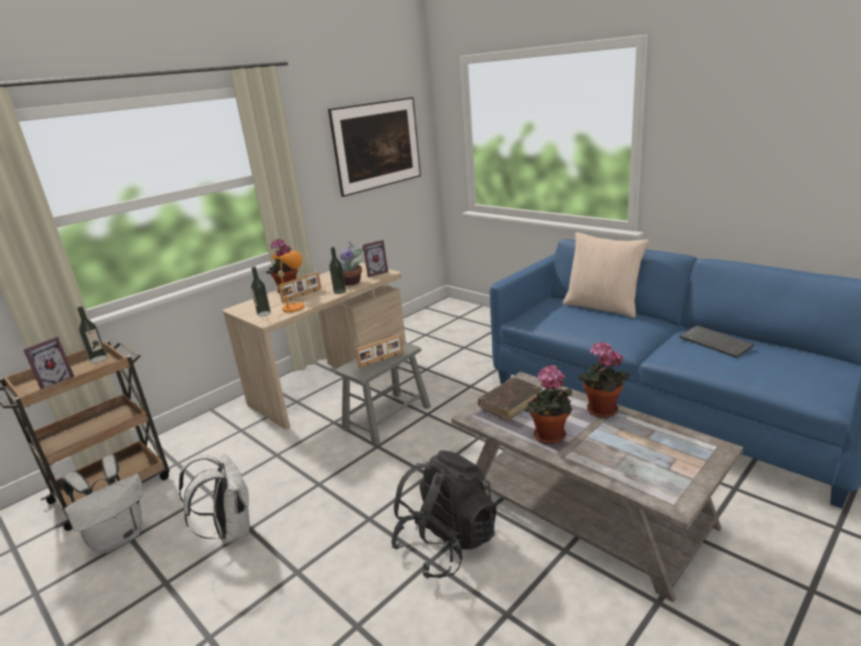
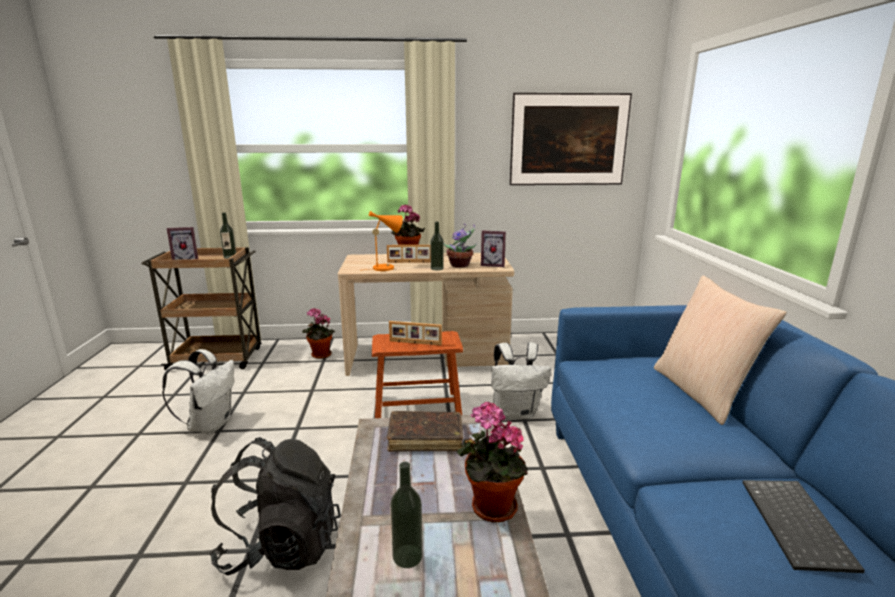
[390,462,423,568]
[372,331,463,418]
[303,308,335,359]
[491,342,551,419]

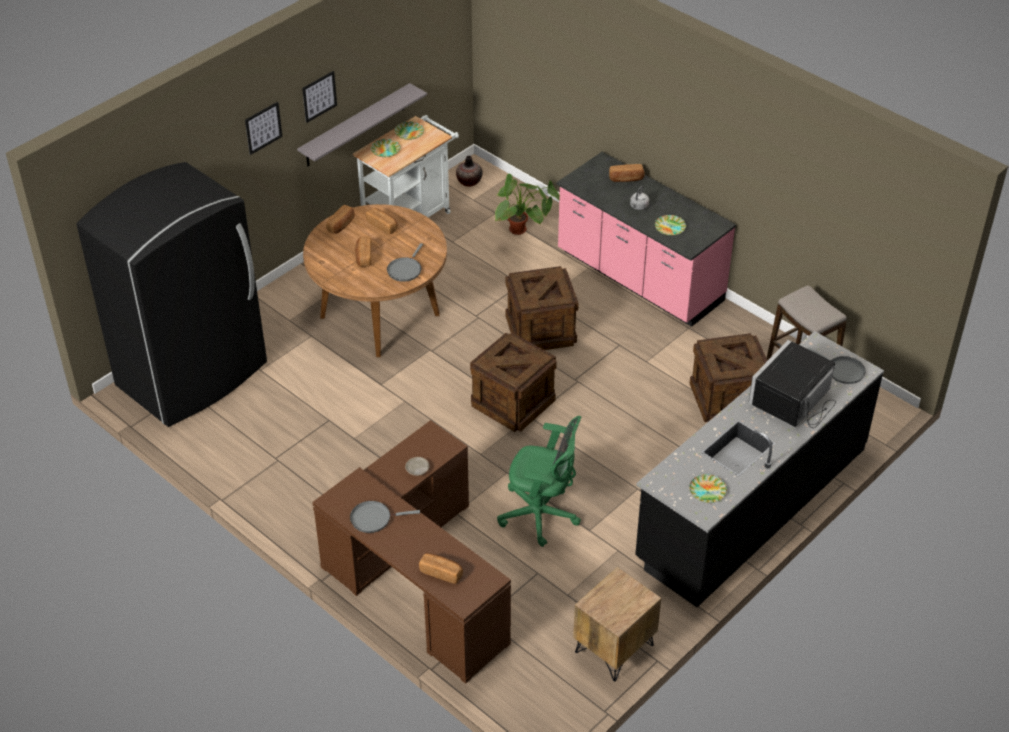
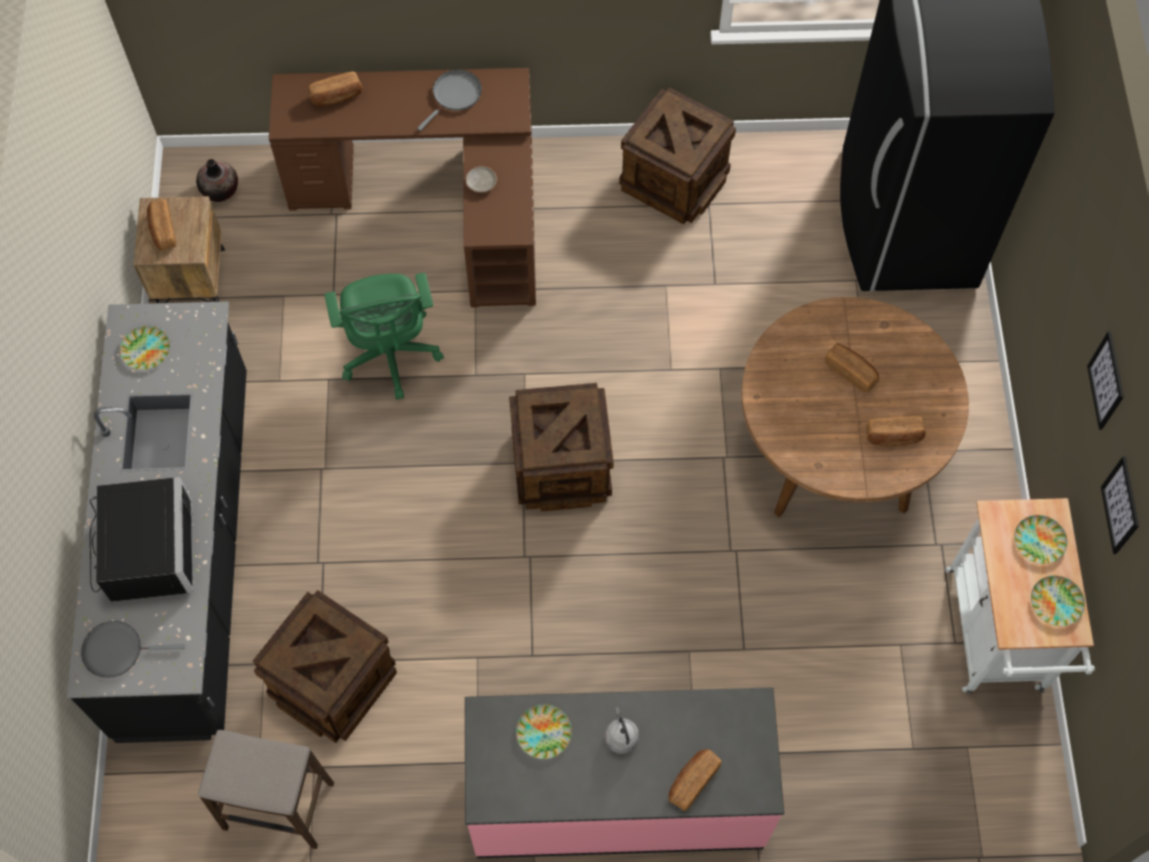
[297,83,427,166] (first image)
[1101,457,1139,554]
[196,159,238,202]
[495,173,560,235] (first image)
[147,199,177,251]
[387,243,423,282] (first image)
[619,88,736,224]
[325,273,444,400]

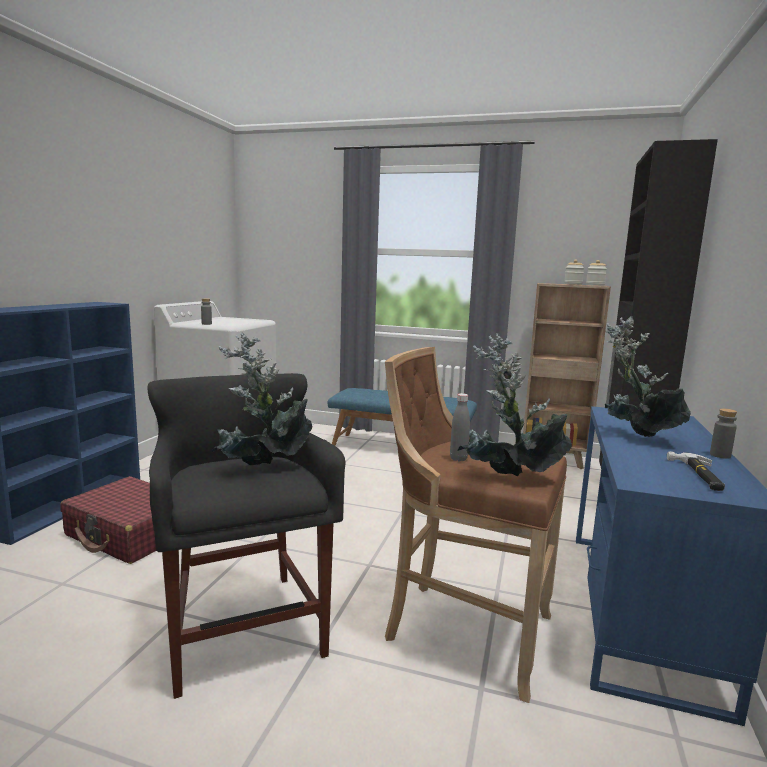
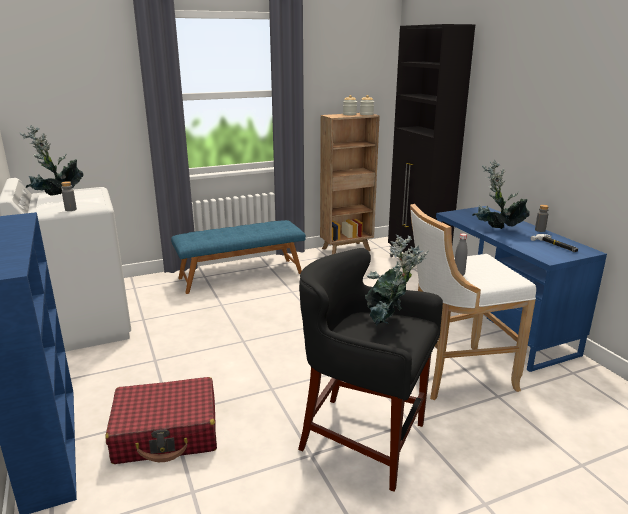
[20,125,83,195]
[410,204,536,401]

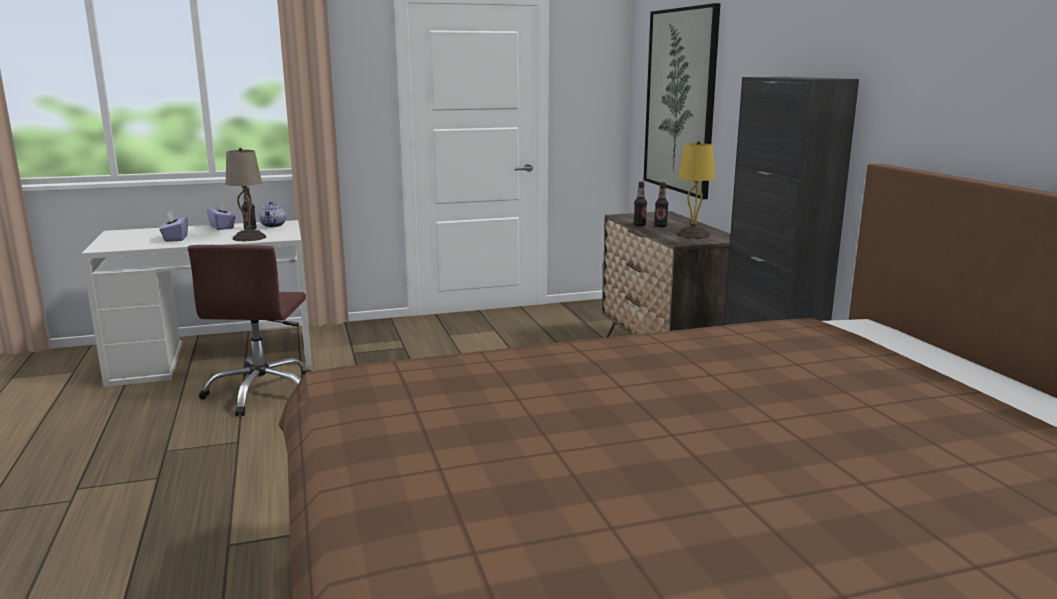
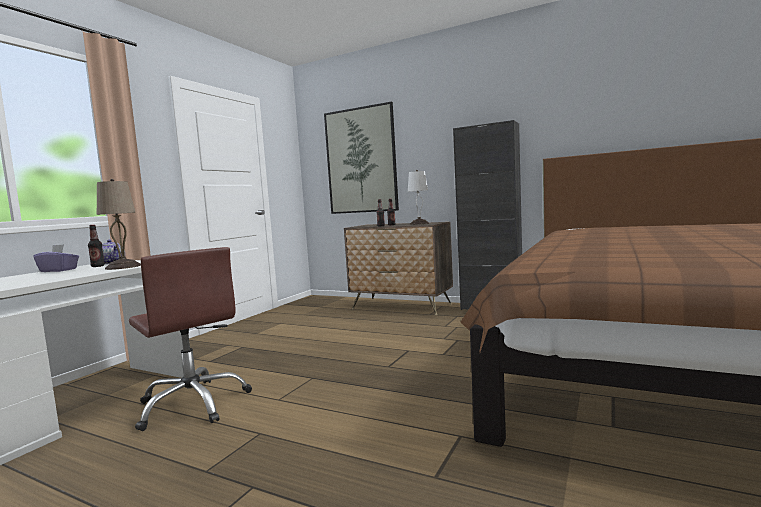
[408,170,429,225]
[160,211,188,242] (first image)

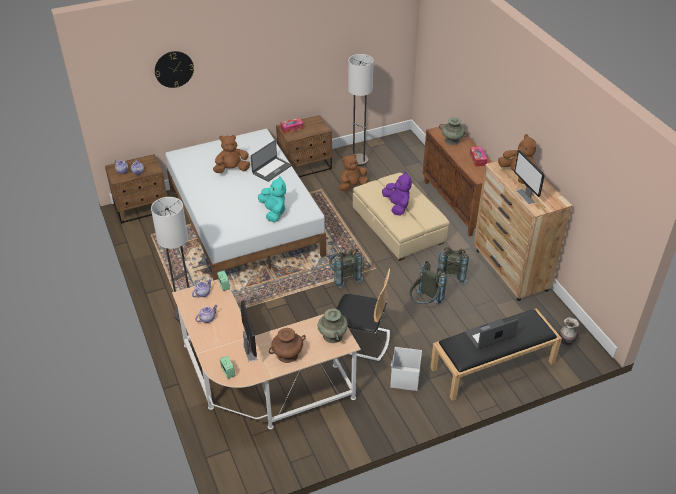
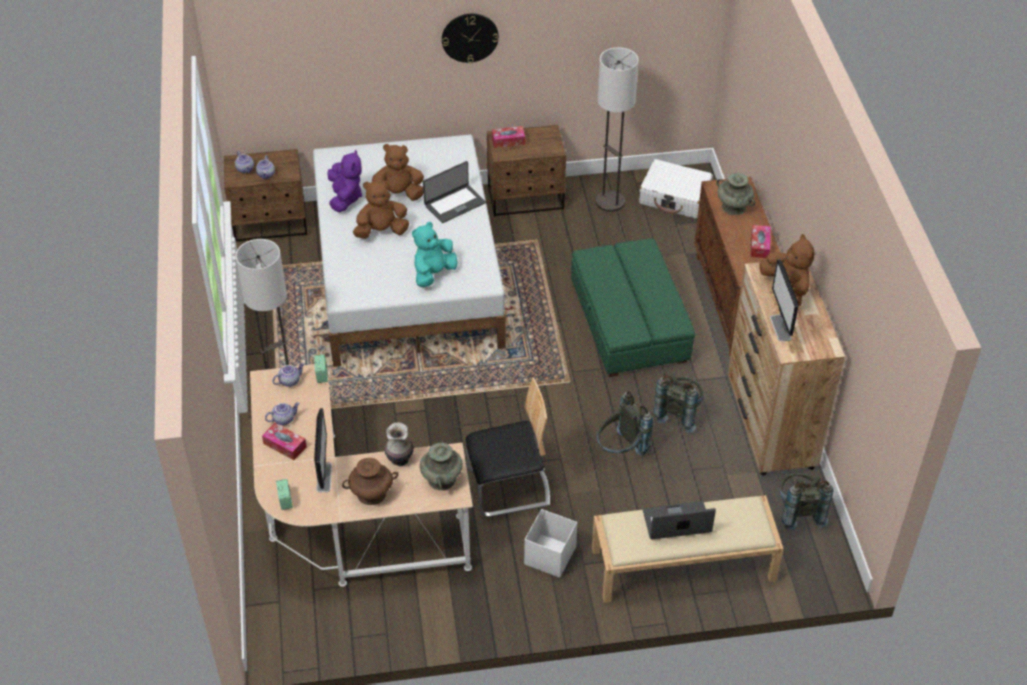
[442,14,499,63]
[353,180,409,239]
[327,149,362,212]
[571,239,695,377]
[412,222,458,287]
[779,473,833,531]
[465,377,550,517]
[592,495,783,603]
[385,422,414,467]
[639,159,713,219]
[262,423,307,460]

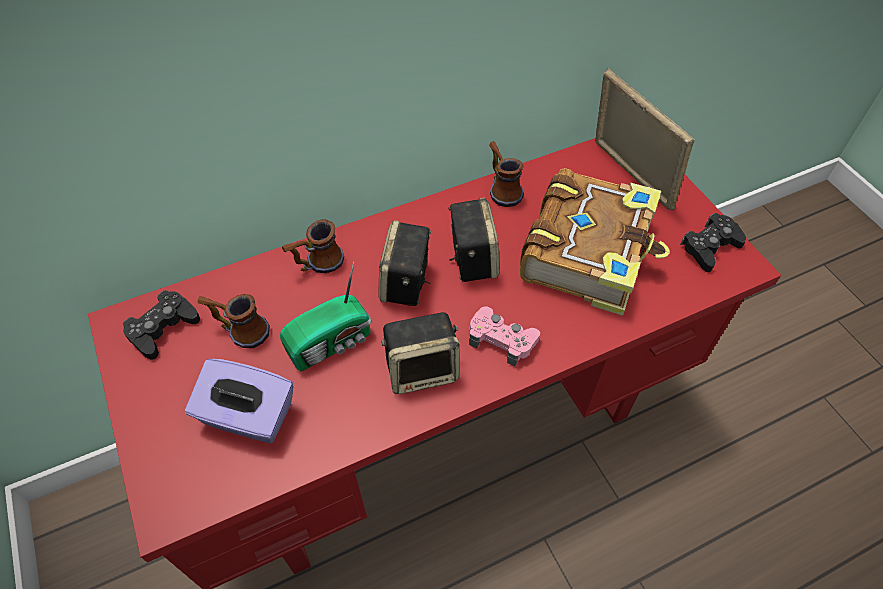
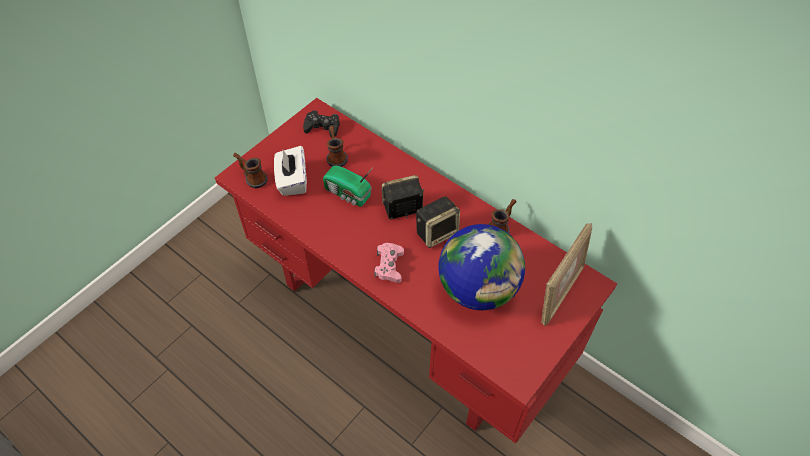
[439,224,525,310]
[680,213,746,272] (first image)
[233,153,268,188]
[381,312,460,394] (first image)
[274,146,307,196]

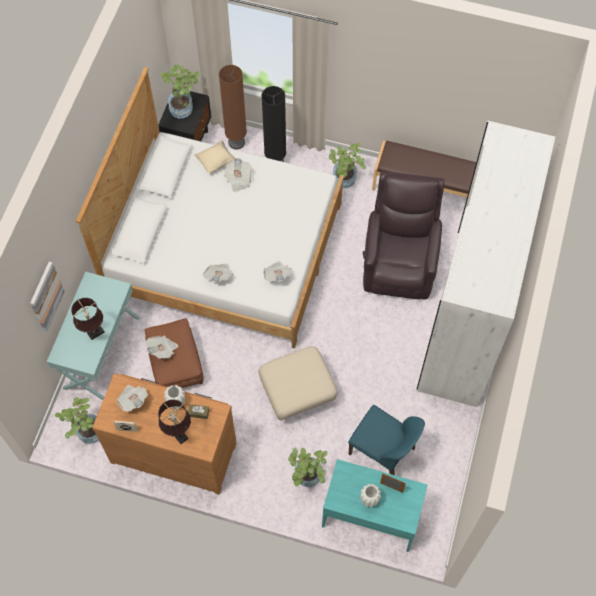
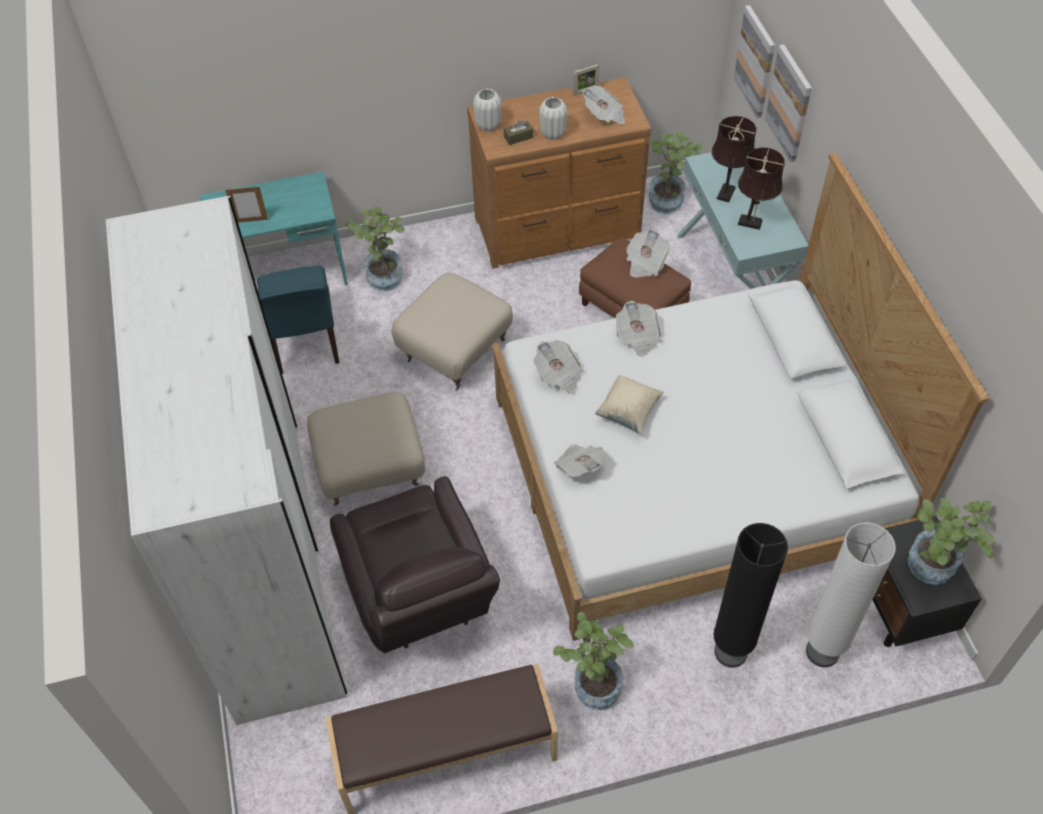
[806,523,896,667]
[595,375,664,435]
[554,444,608,477]
[738,147,785,230]
[257,266,339,374]
[473,89,501,132]
[734,5,775,118]
[307,392,425,506]

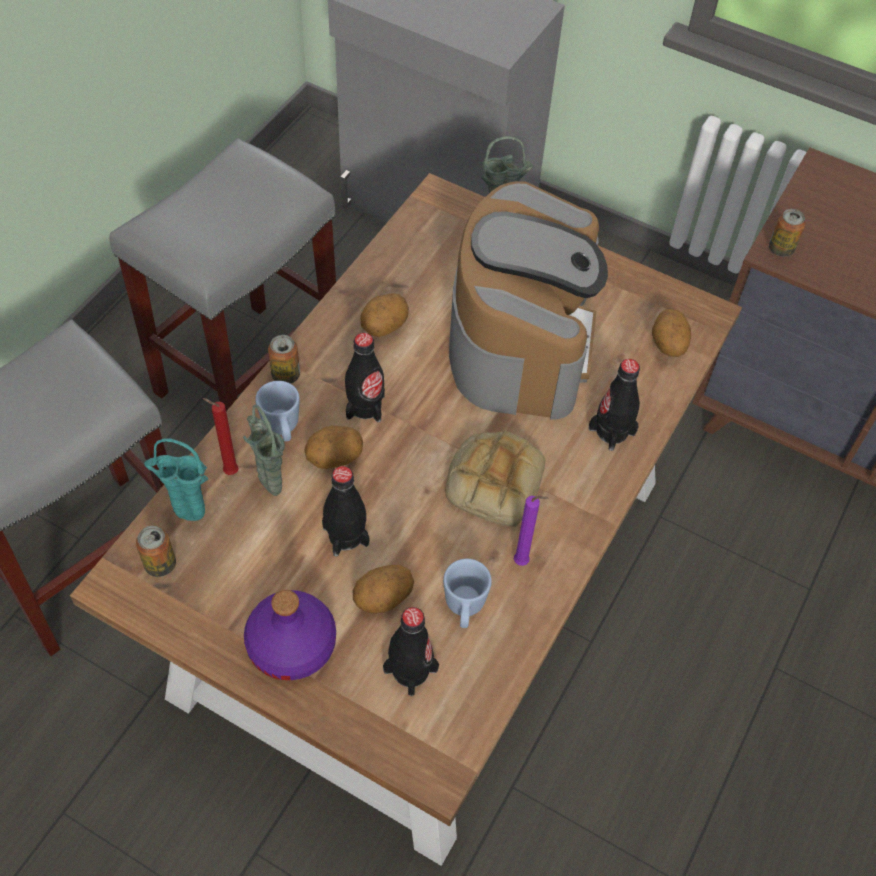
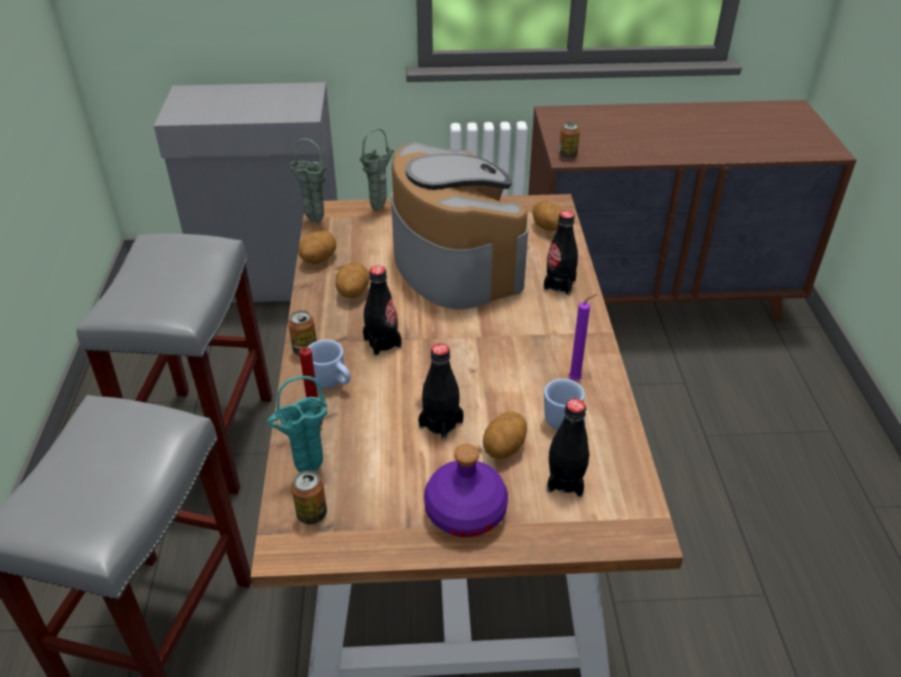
[289,138,327,222]
[298,231,336,264]
[445,431,545,526] (first image)

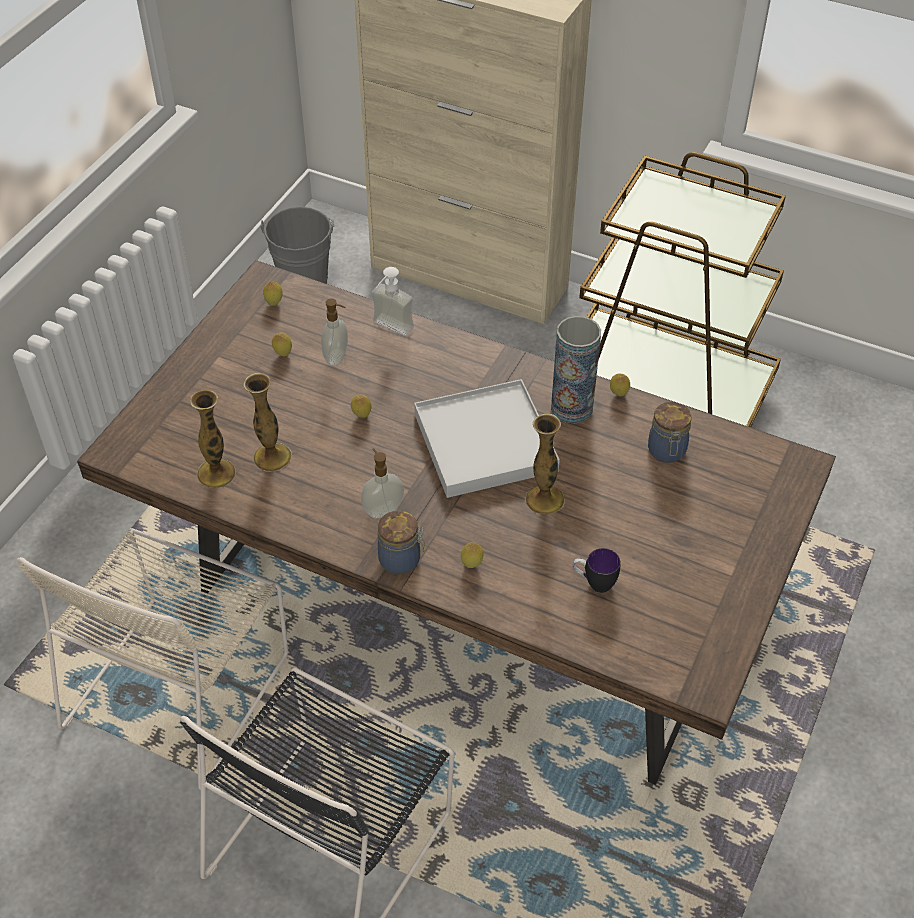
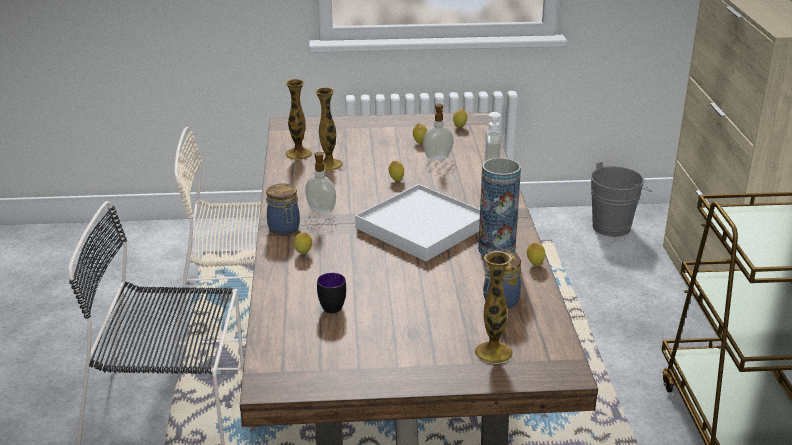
[474,251,513,364]

